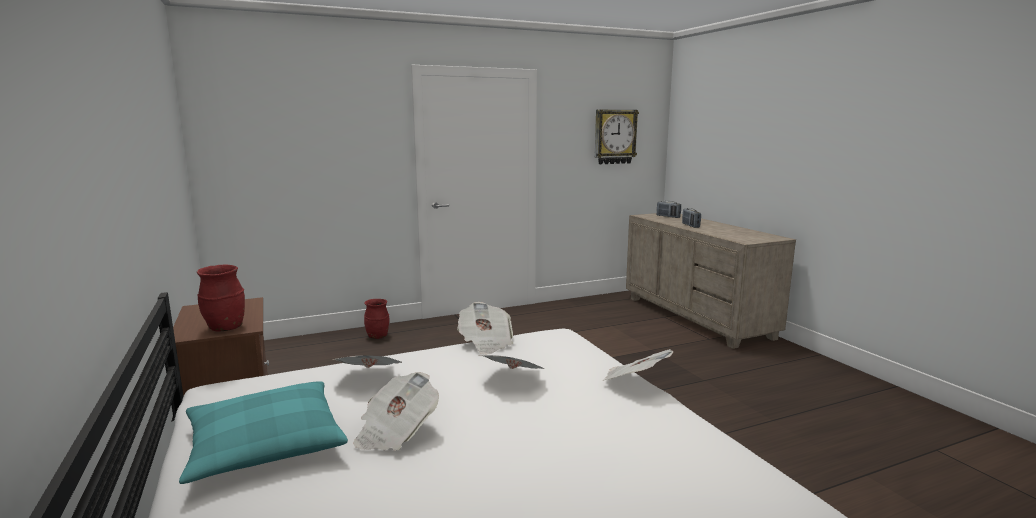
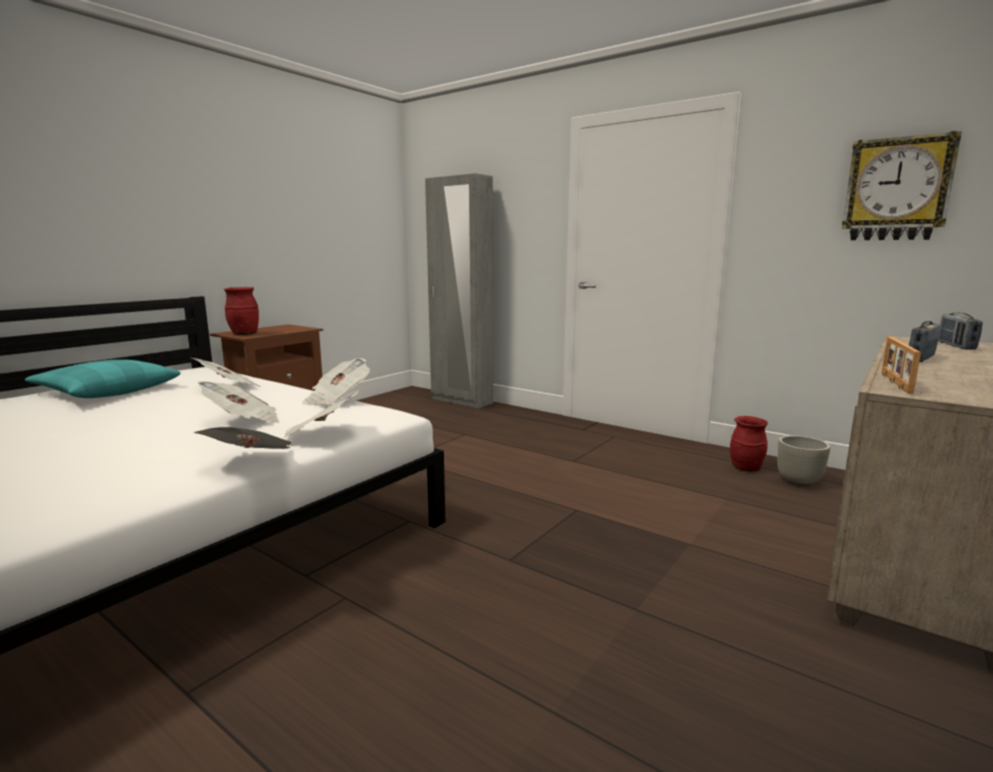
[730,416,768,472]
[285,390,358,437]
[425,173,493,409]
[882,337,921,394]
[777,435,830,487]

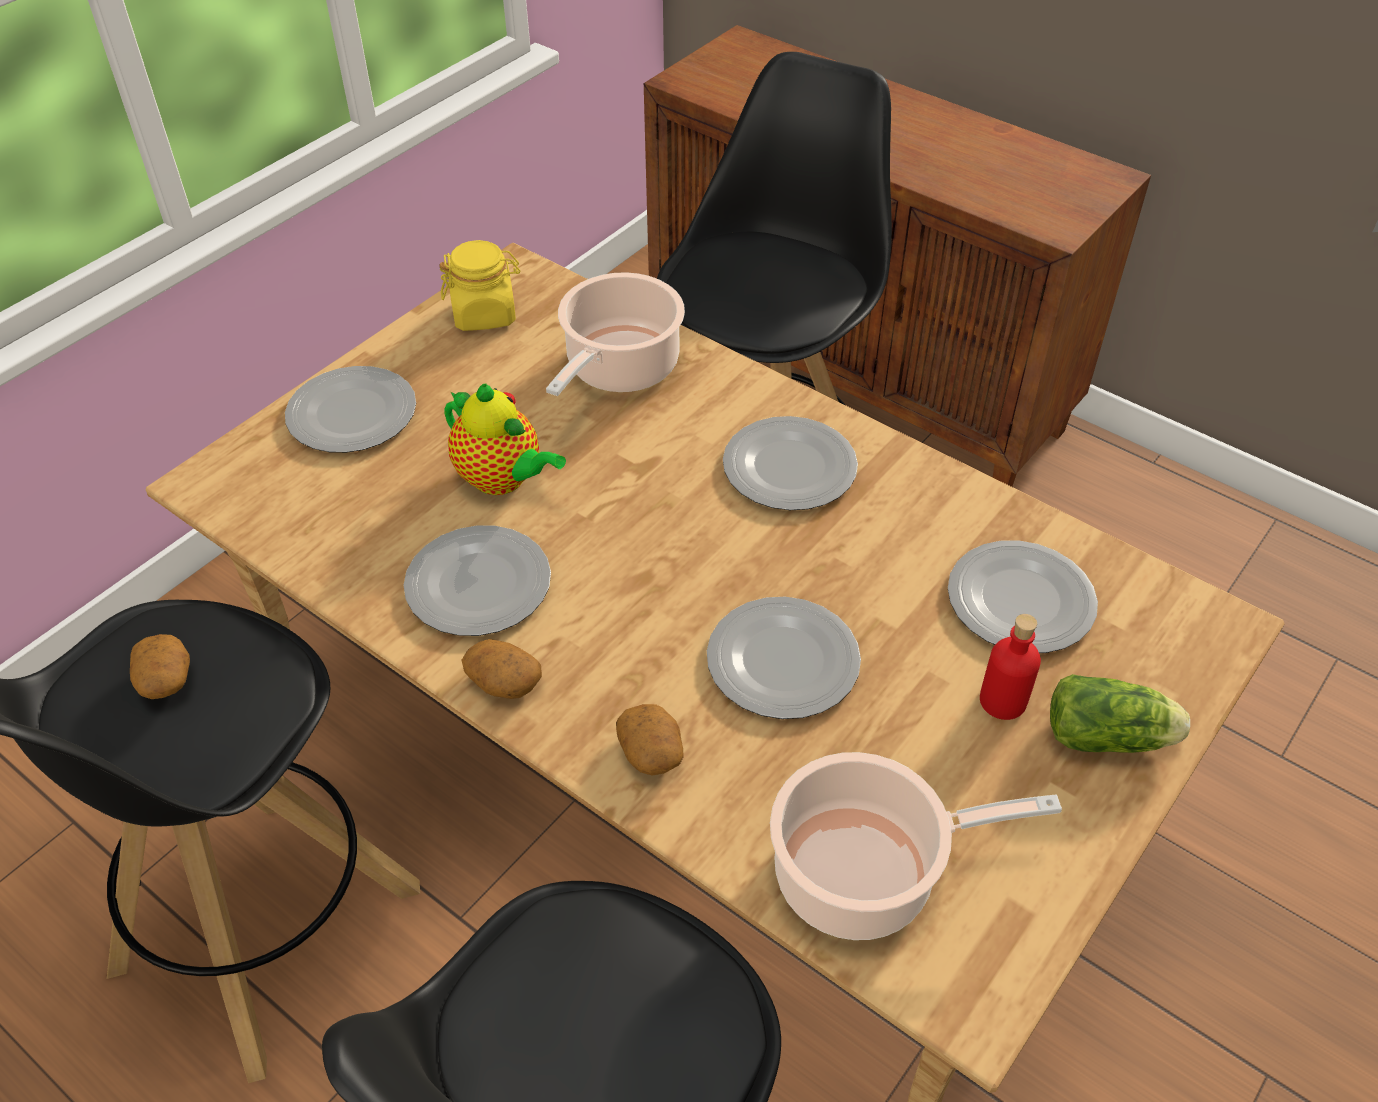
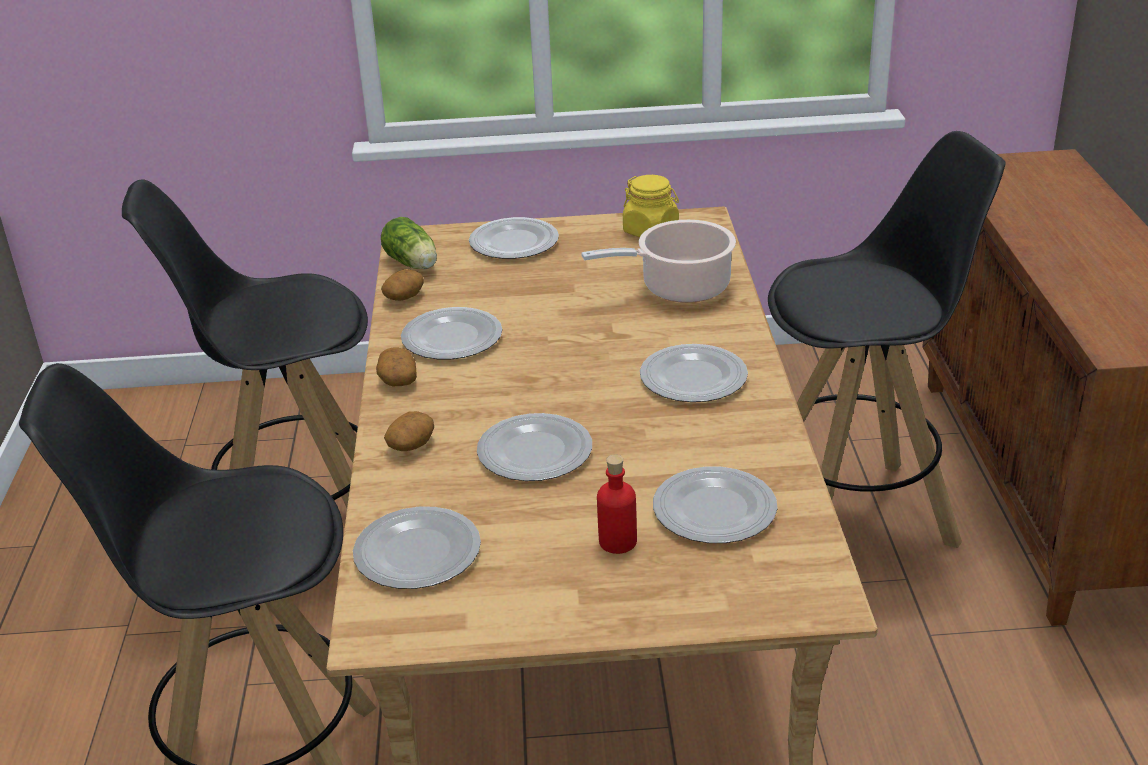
[444,383,566,495] (first image)
[381,269,424,301]
[381,217,437,269]
[353,507,481,589]

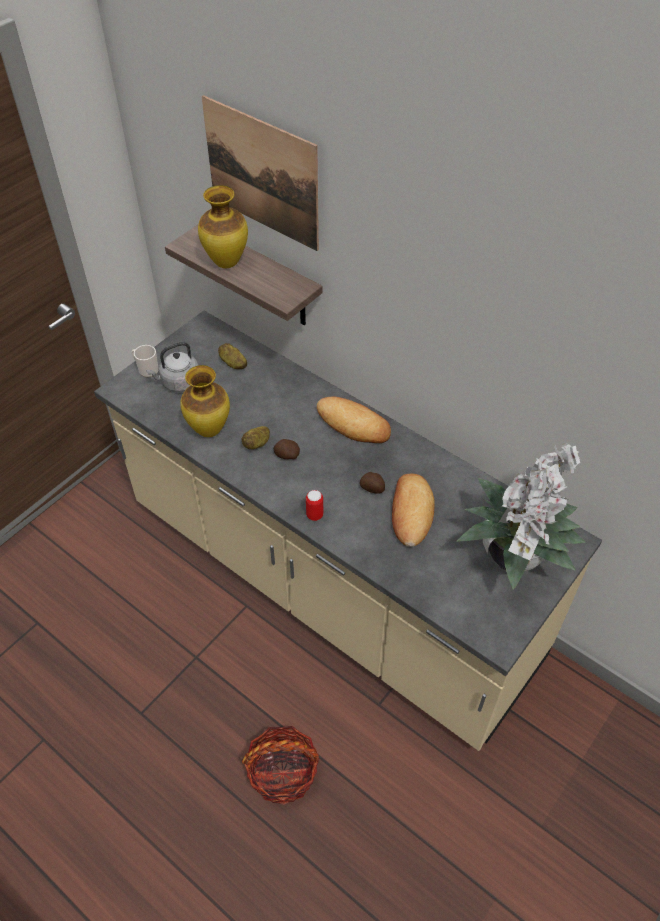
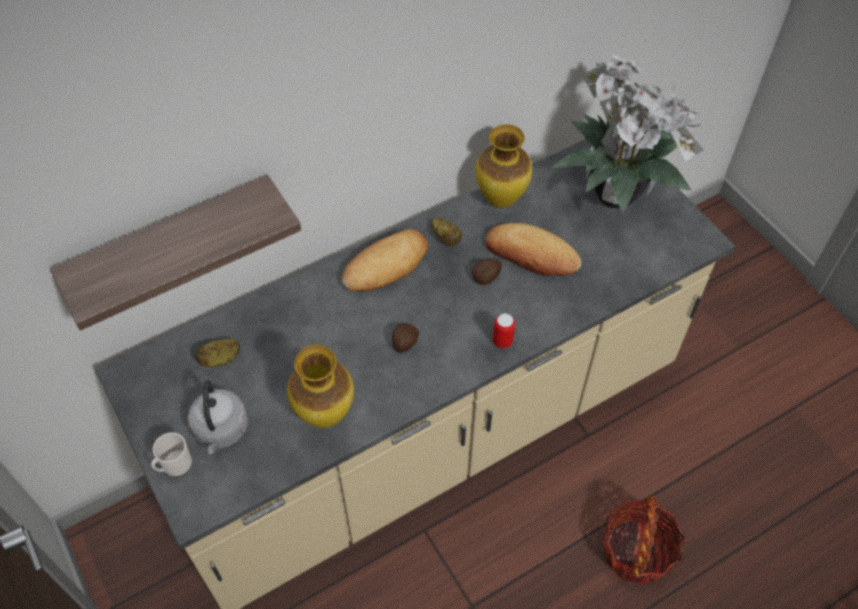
[201,95,319,251] (first image)
[476,124,532,208]
[431,218,462,247]

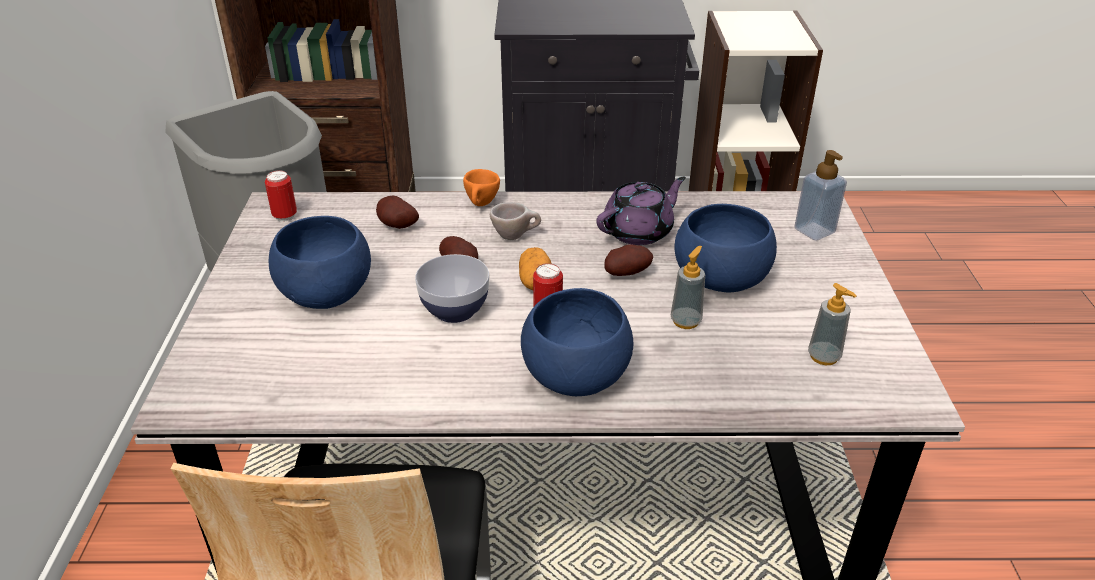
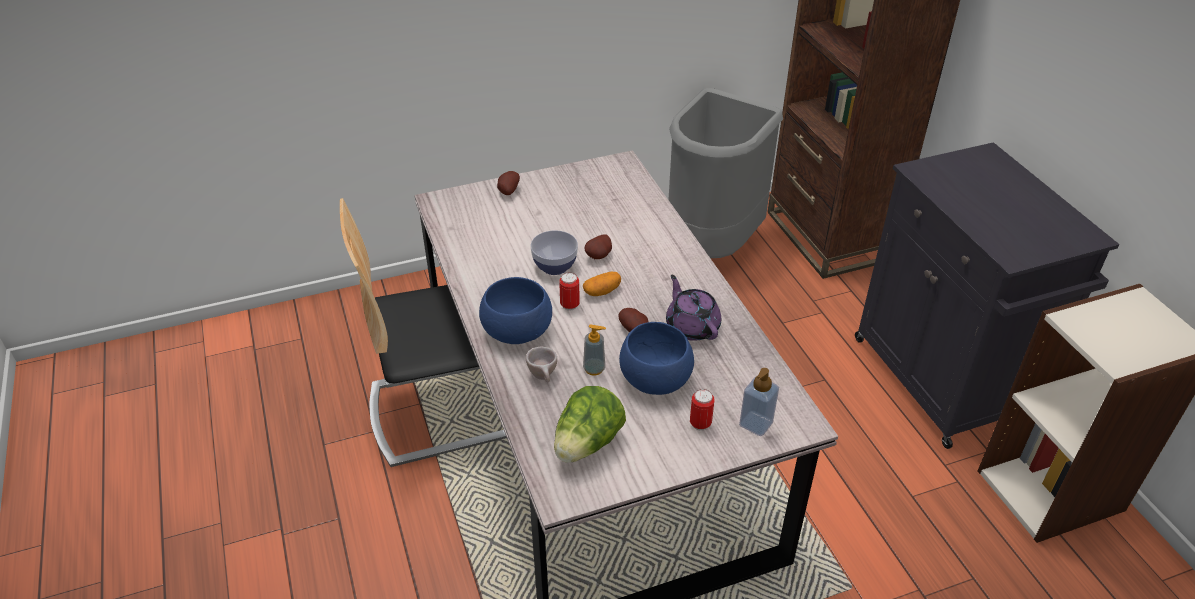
[463,169,500,206] (first image)
[690,389,715,431]
[666,275,721,341]
[497,171,520,195]
[526,347,557,382]
[269,216,371,309] (first image)
[554,386,626,462]

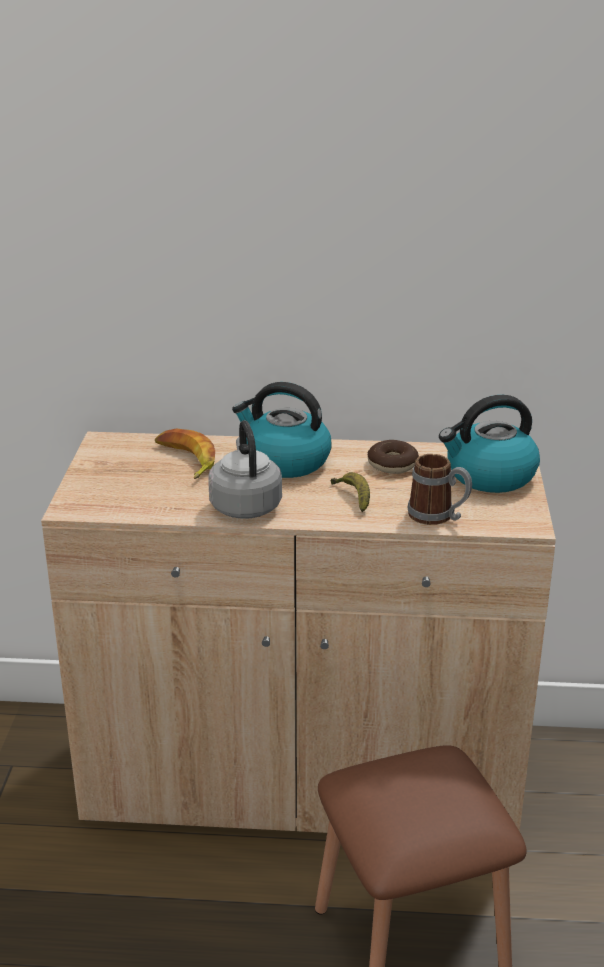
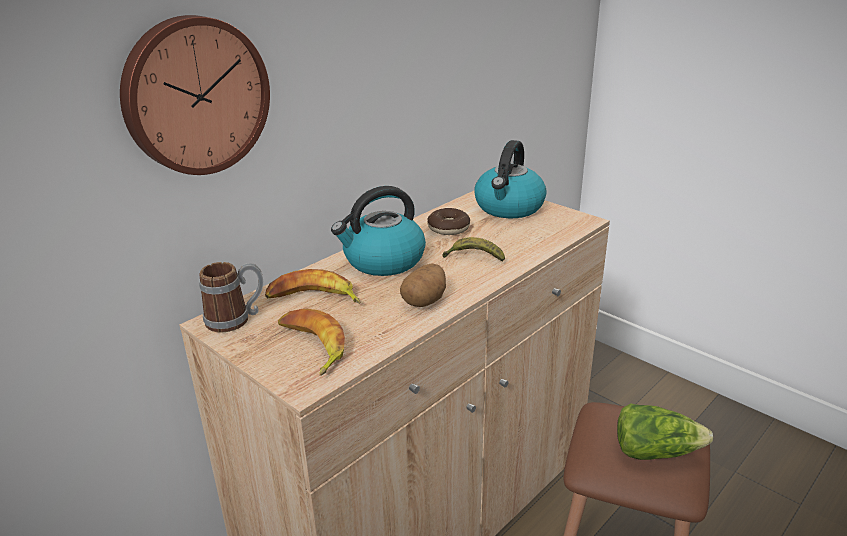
[400,263,446,307]
[199,262,263,333]
[120,15,270,175]
[278,309,345,376]
[617,404,713,460]

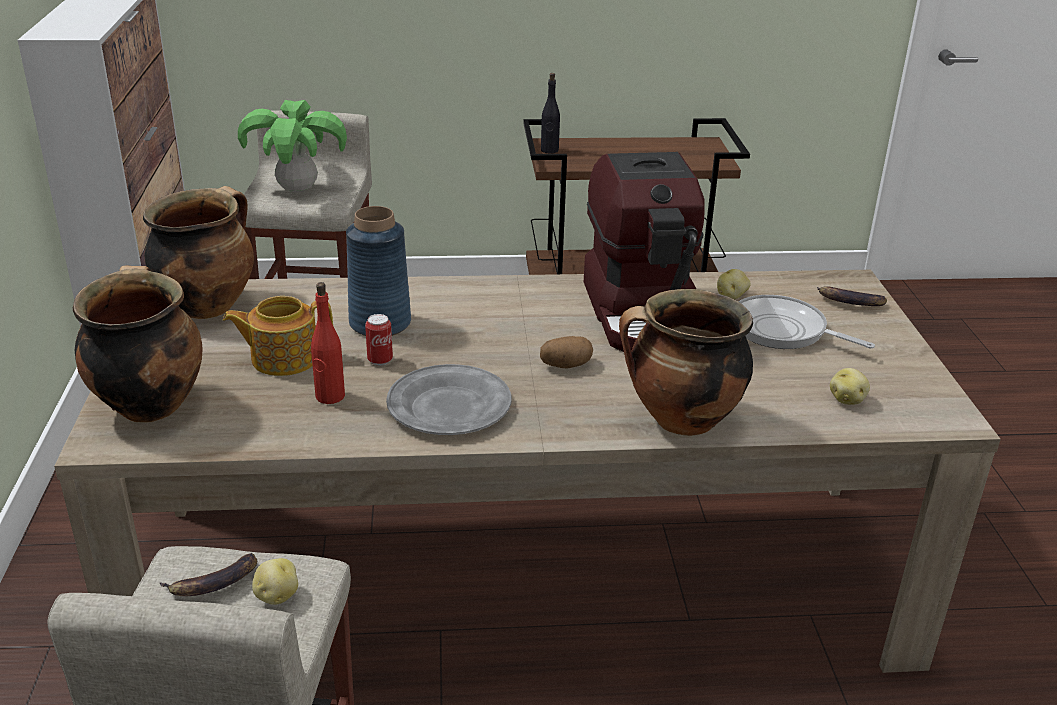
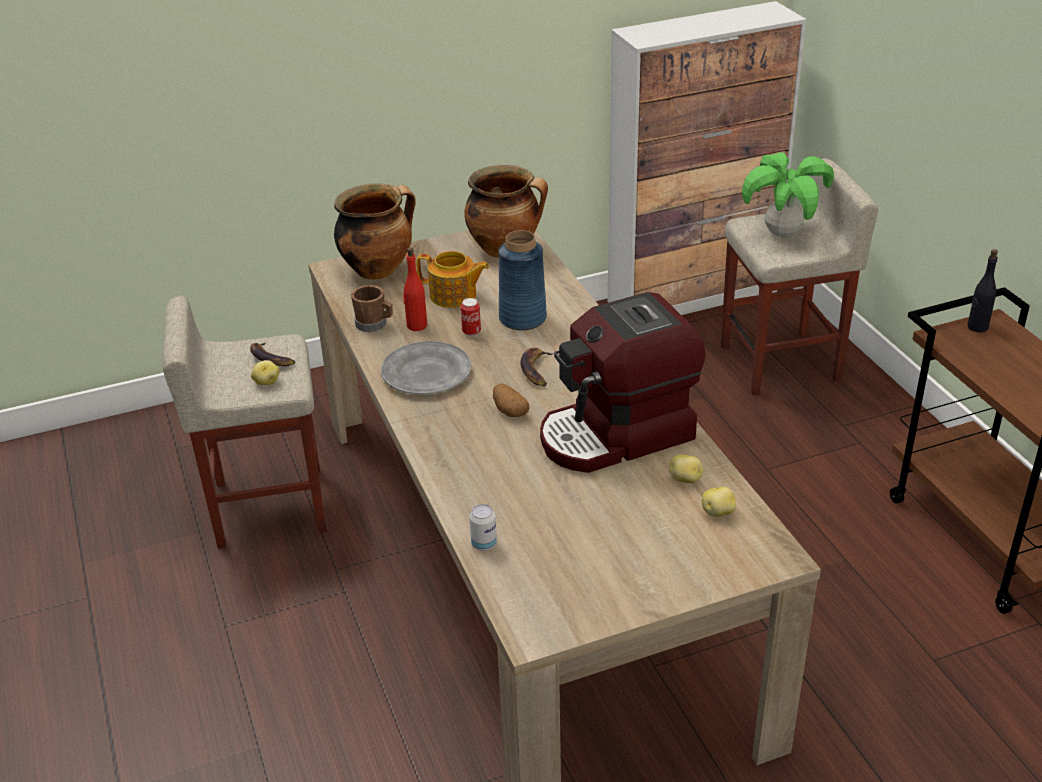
[521,347,553,387]
[619,289,753,436] (first image)
[738,295,875,349] (first image)
[416,251,489,308]
[702,487,736,517]
[351,285,393,332]
[469,504,497,551]

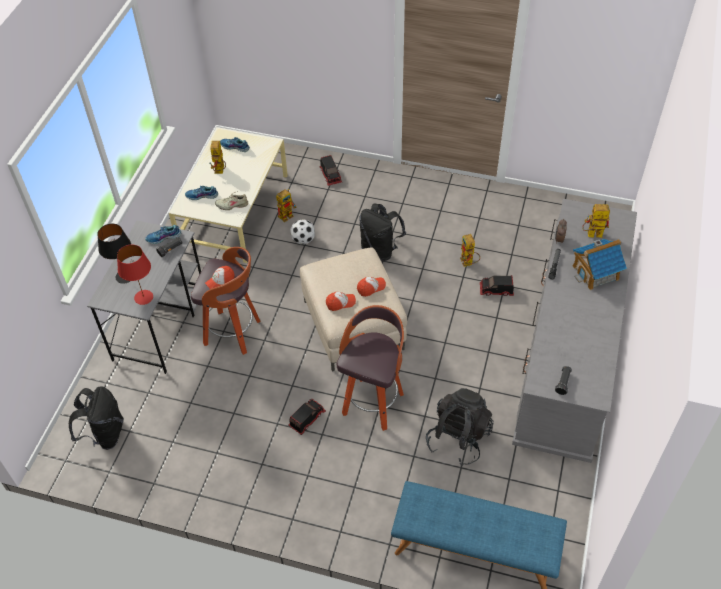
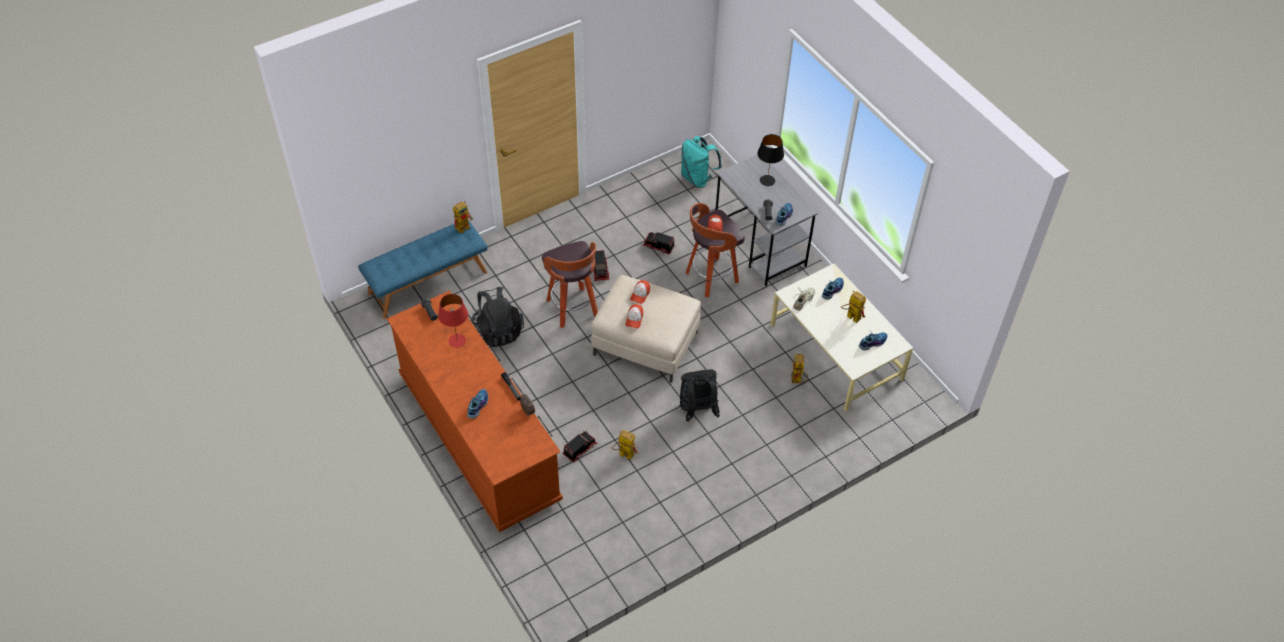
[643,232,675,255]
[387,291,563,532]
[453,201,473,234]
[290,219,315,245] (first image)
[467,389,488,419]
[438,294,468,348]
[681,136,722,188]

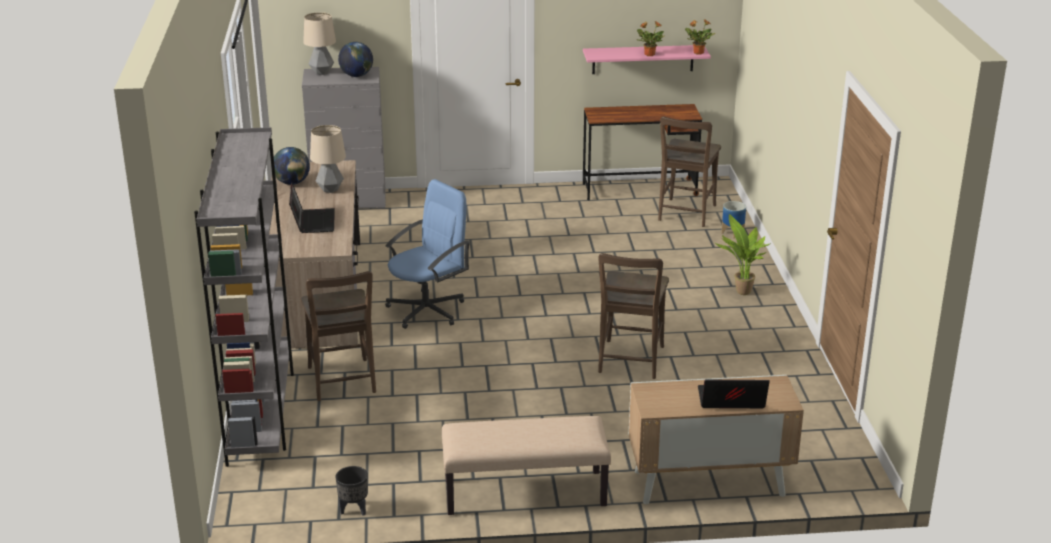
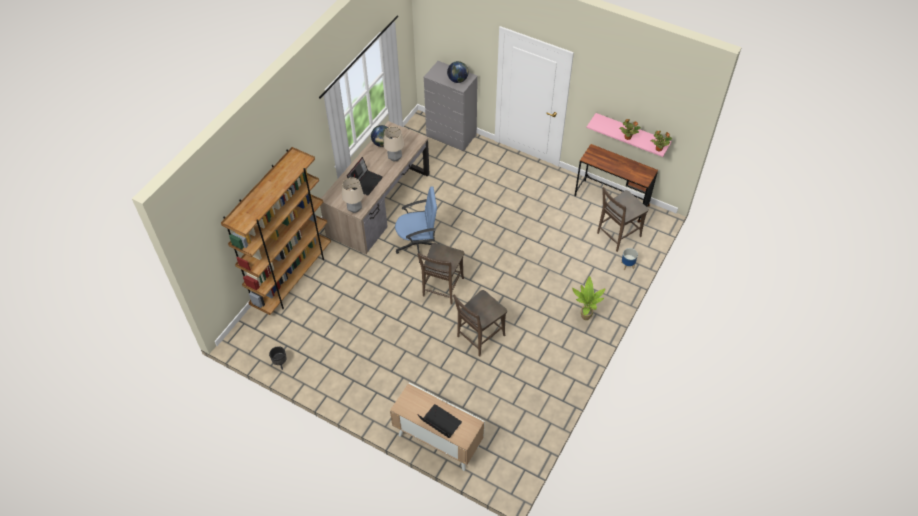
[342,177,364,213]
[221,147,331,315]
[417,243,464,304]
[442,416,611,515] (first image)

